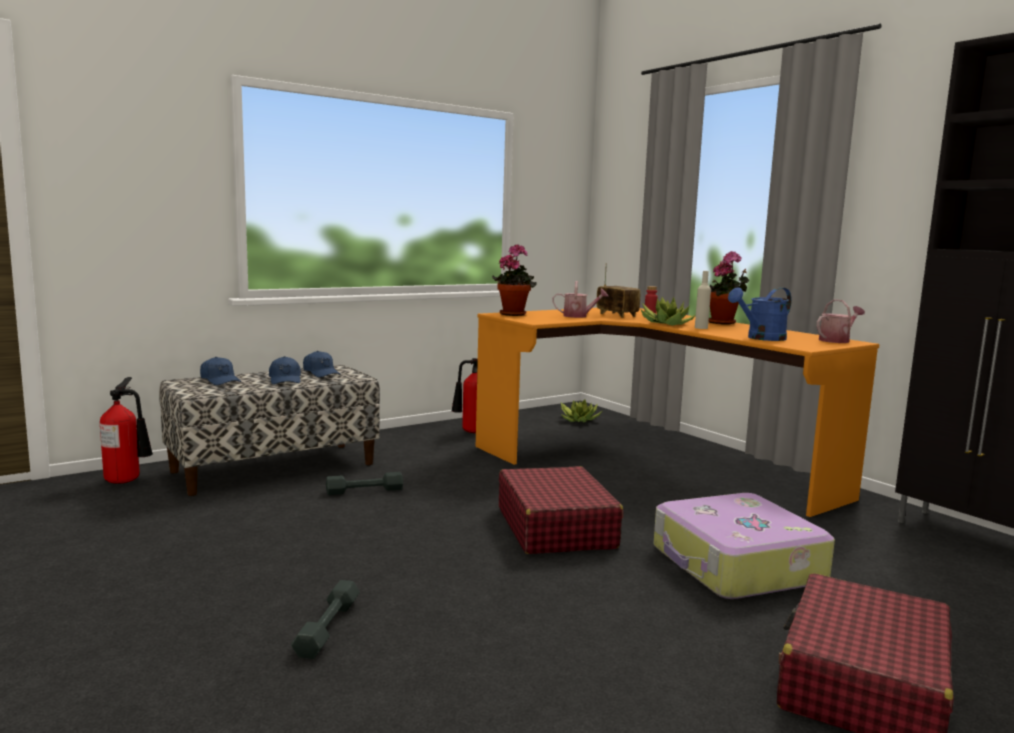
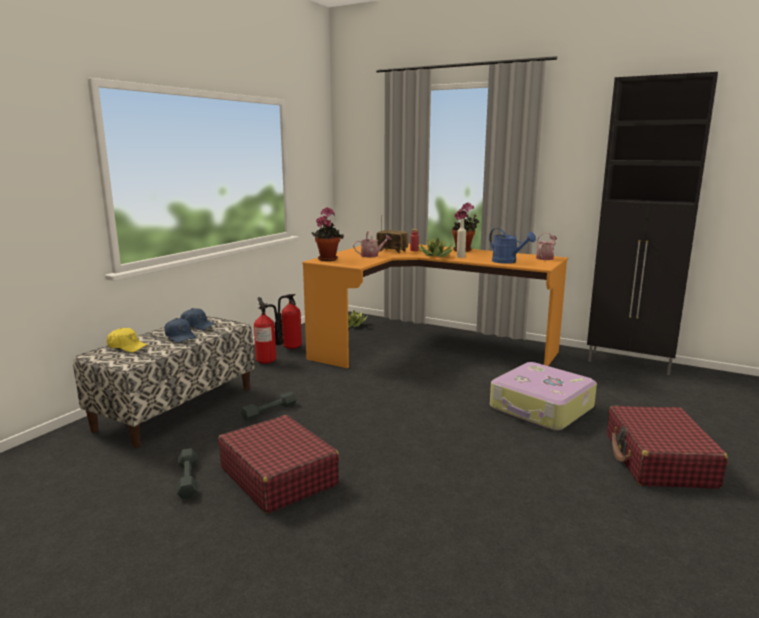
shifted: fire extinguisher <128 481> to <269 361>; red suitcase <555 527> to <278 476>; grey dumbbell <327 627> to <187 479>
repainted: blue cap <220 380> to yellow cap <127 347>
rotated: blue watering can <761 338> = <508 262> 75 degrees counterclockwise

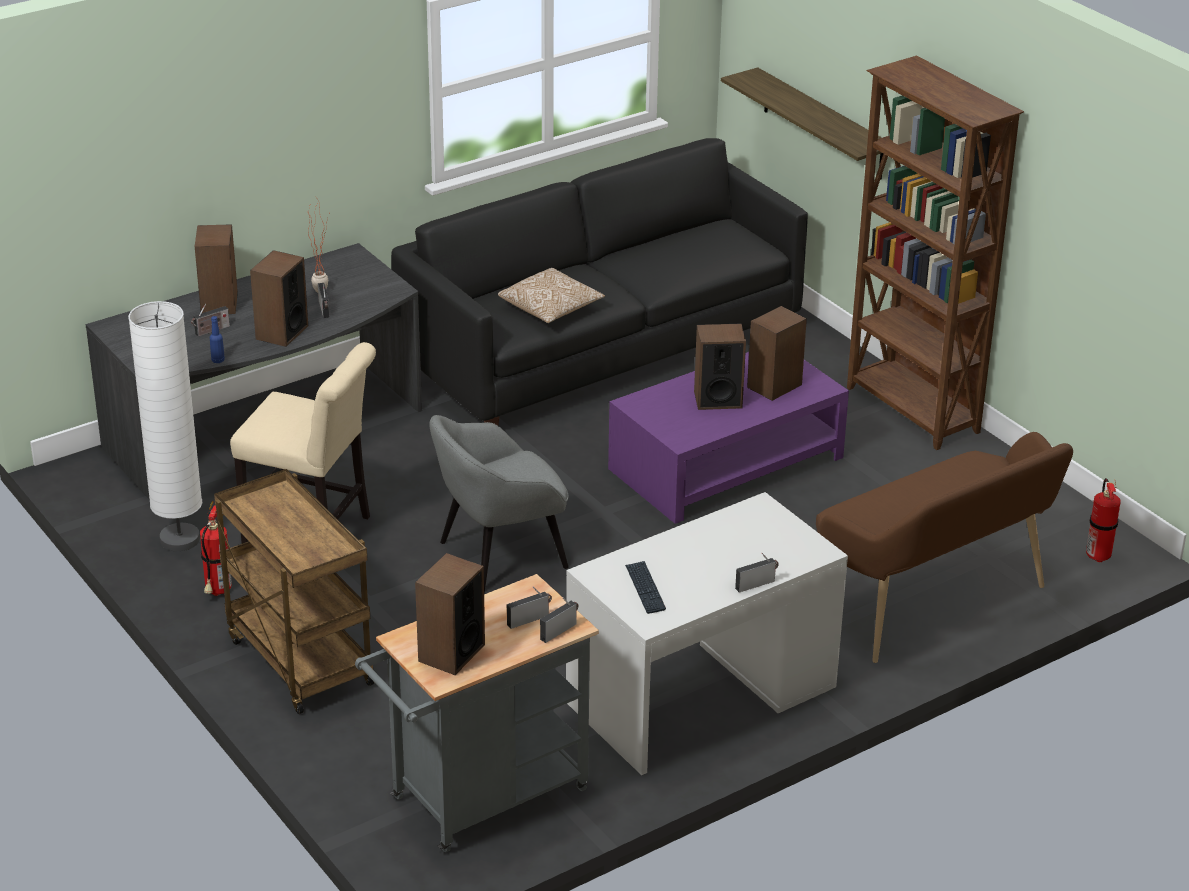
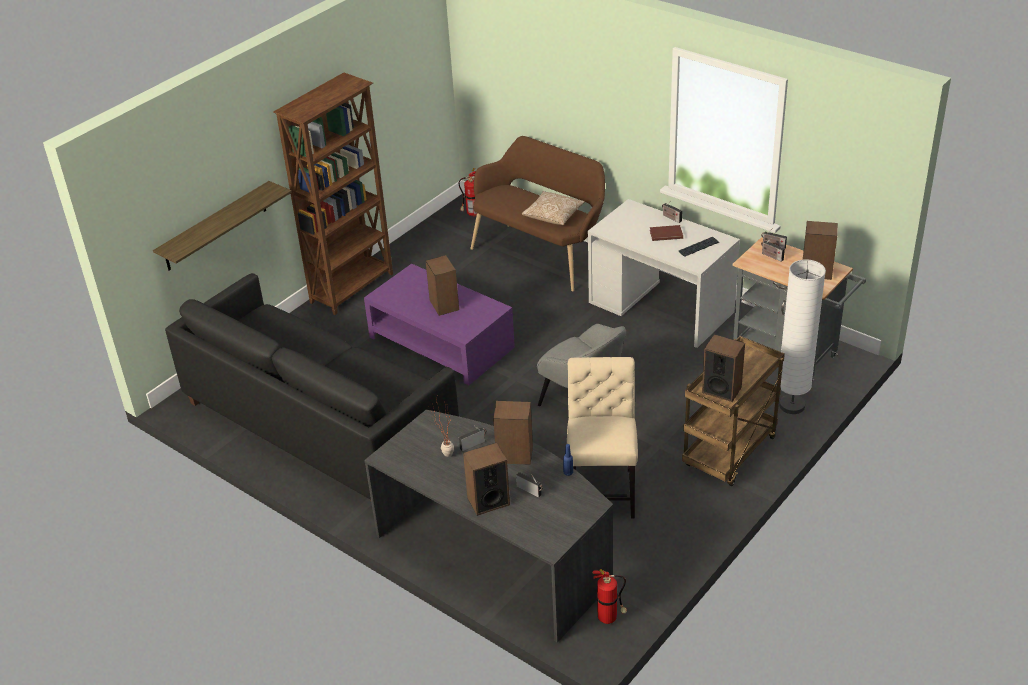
new: brown book <665 234>
shifted: pillow <550 309> to <553 216>; white floor lamp <180 540> to <792 406>; speaker <774 386> to <721 389>; fire extinguisher <217 592> to <609 618>

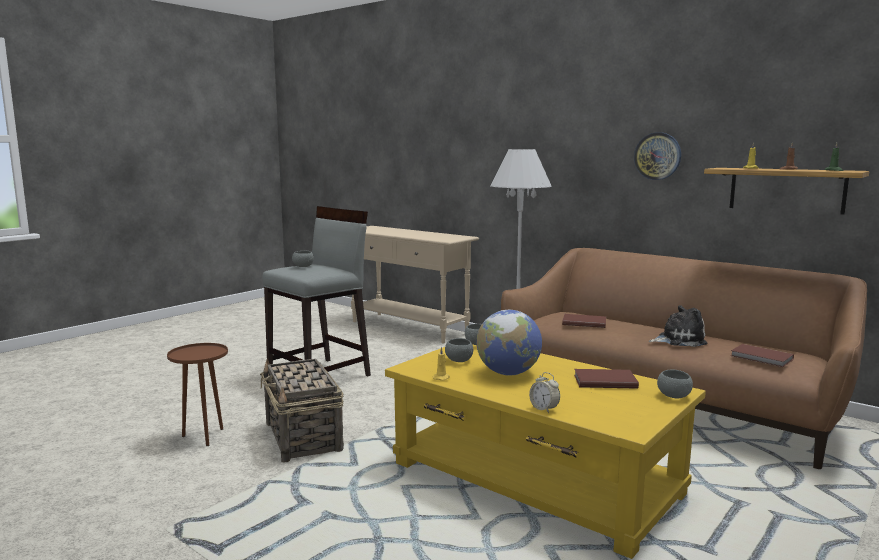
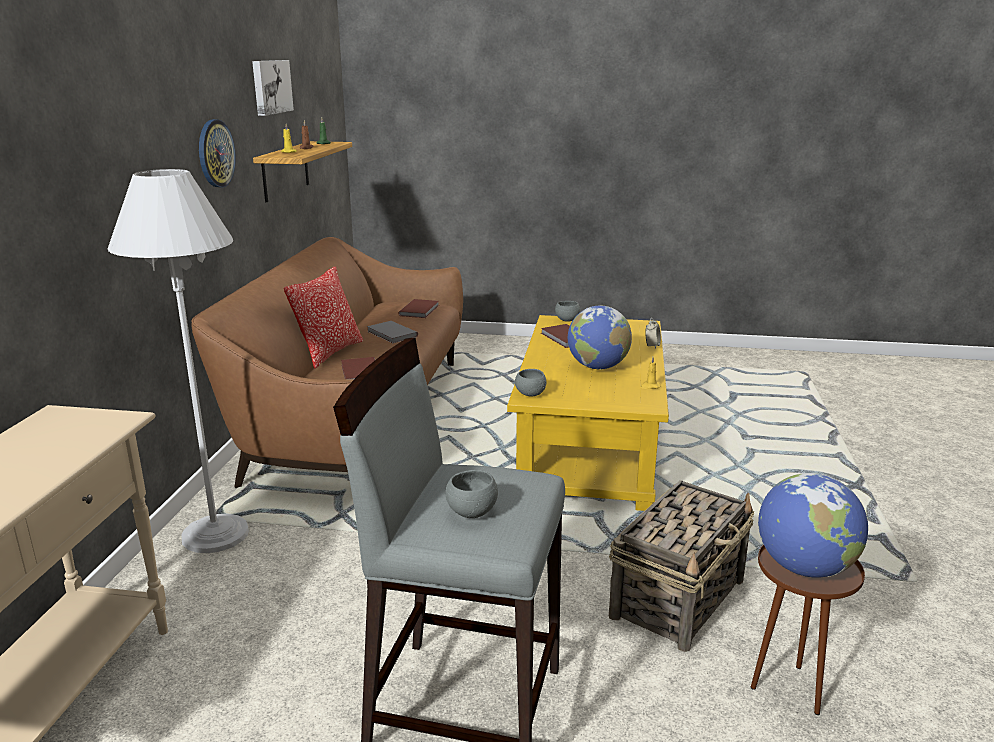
gone: grey bowl <459 361>
new: picture <270 87>; pillow <329 352>; globe <804 568>
swapped: plush toy <679 340> to grey book <391 334>

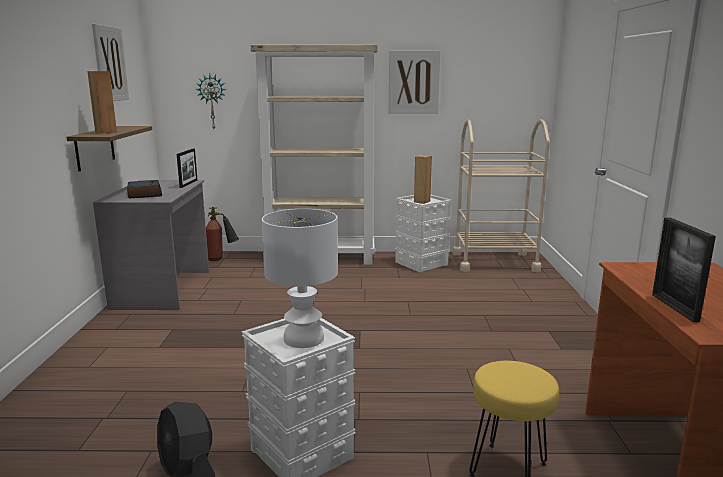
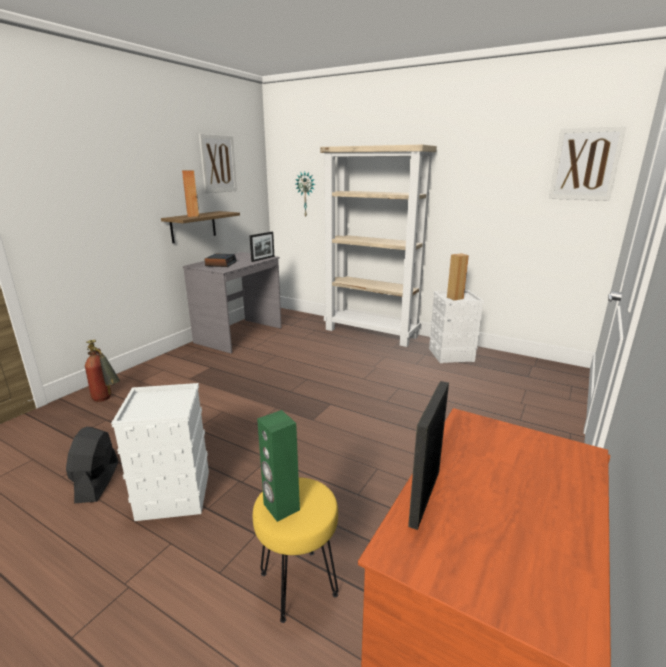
gone: beige cart <494 262>; white table lamp <303 338>
new: green speaker <281 507>
shifted: picture <413 82> to <585 164>; fire extinguisher <221 259> to <107 400>

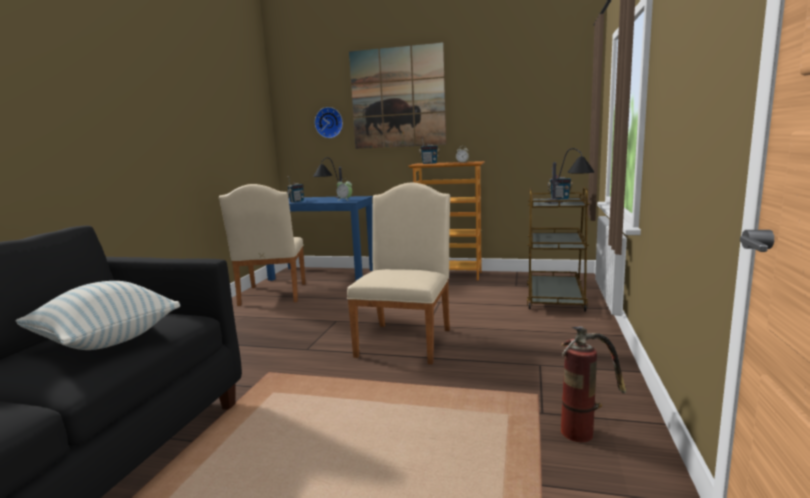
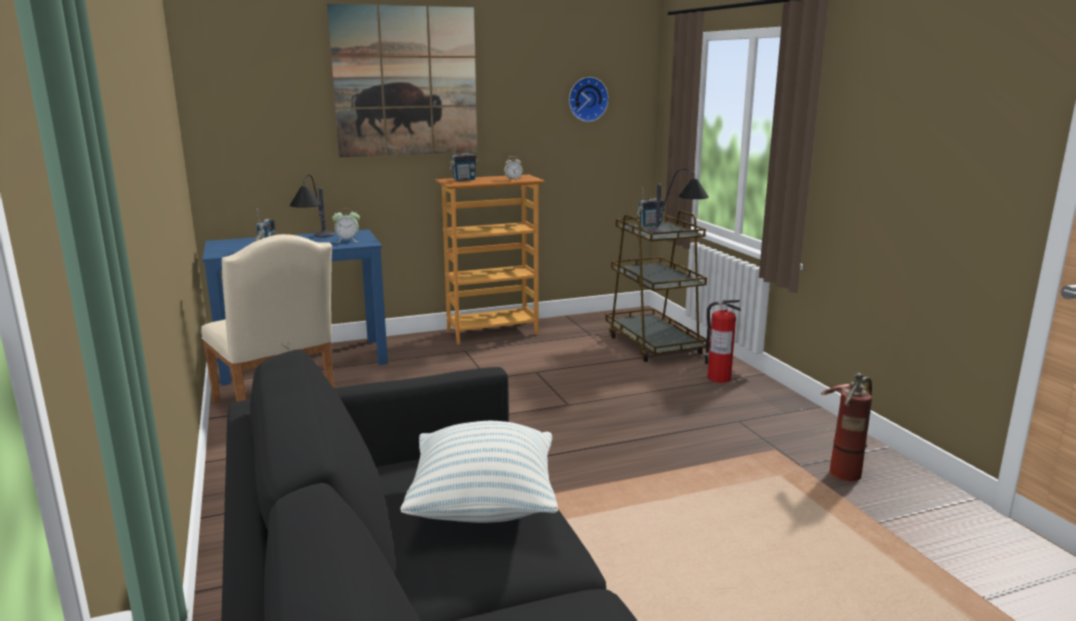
gone: beige chair <406 339>
new: fire extinguisher <718 378>
shifted: wall clock <329 122> to <587 99>

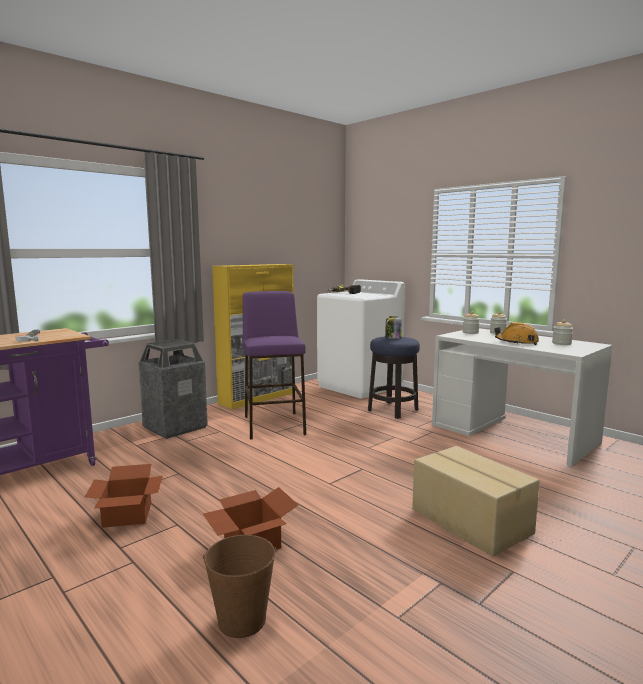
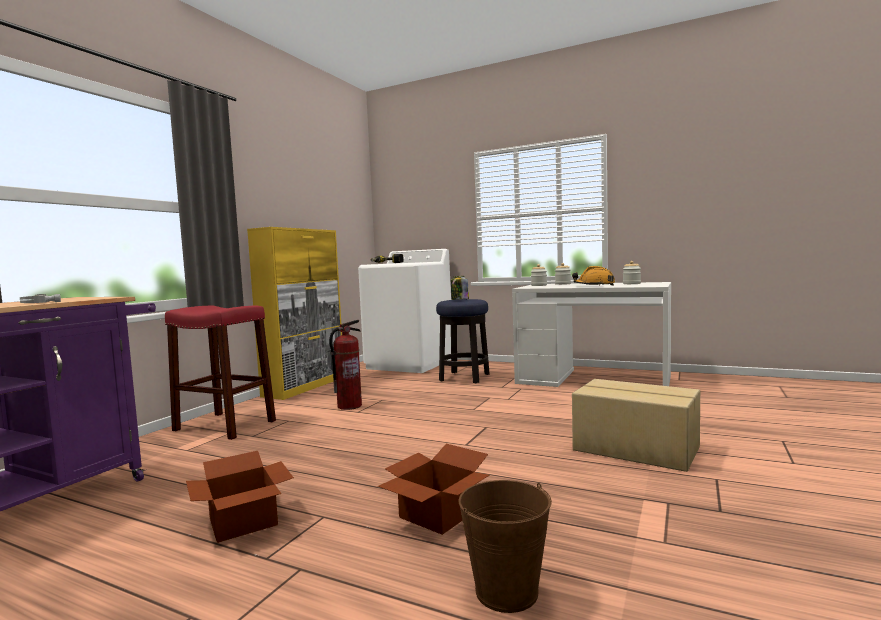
swapped: purple stool <274 425> to fire extinguisher <349 406>; trash can <174 427> to red stool <224 425>

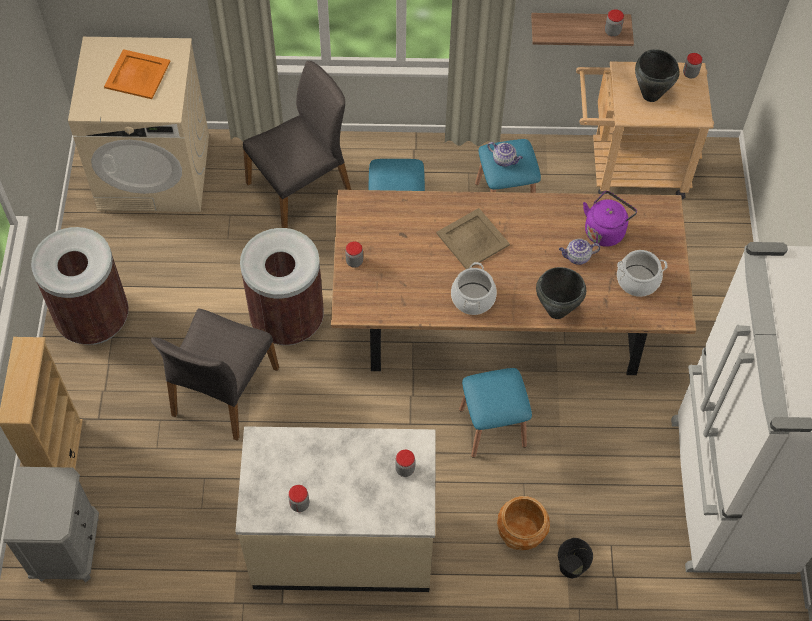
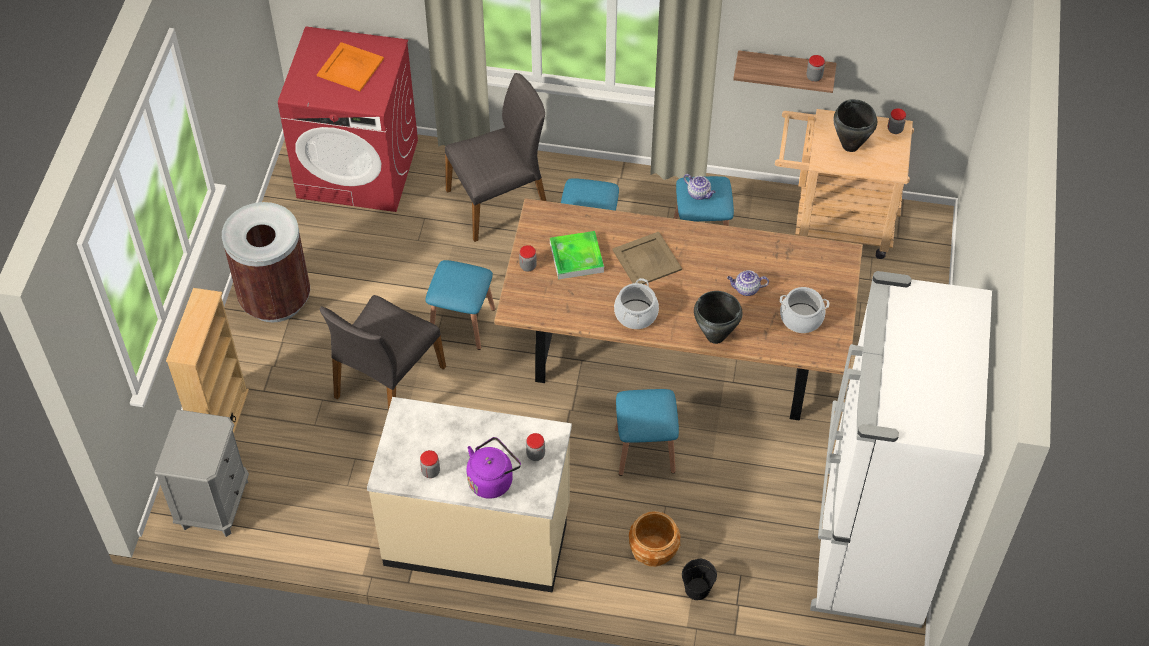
new: tray <576 257>
shifted: purple kettle <605 230> to <492 480>
swapped: brown trash can <287 319> to blue stool <462 323>
repainted: beige washing machine <155 172> to red washing machine <359 169>

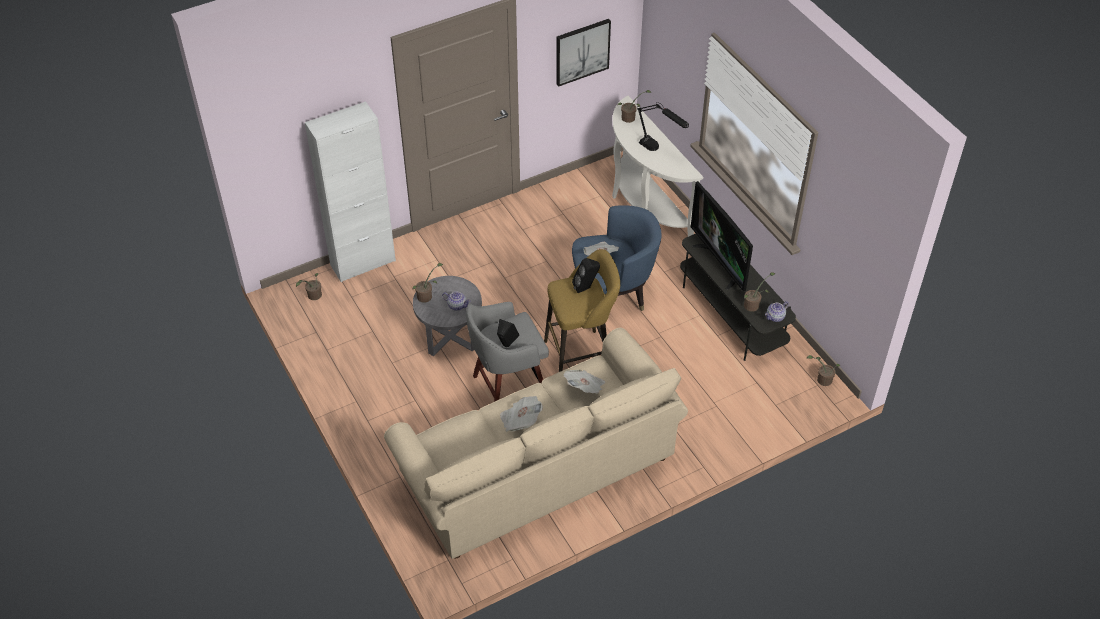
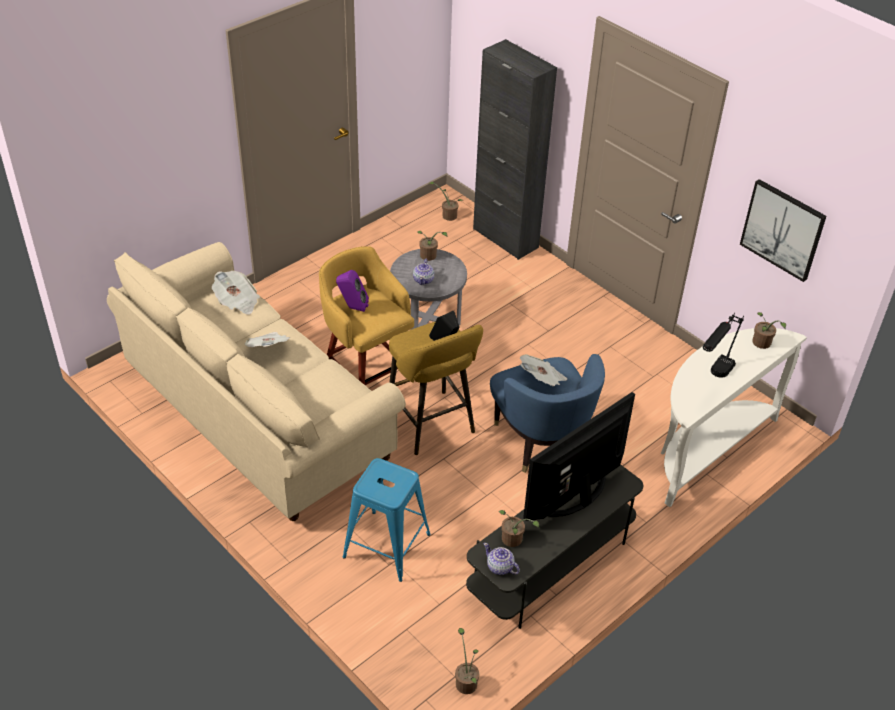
new: blue stool <387 545>
shifted: newspaper <585 388> to <237 302>
repainted: white cabinet <363 263> to black cabinet <505 238>; grey stool <507 388> to yellow stool <367 372>; black speaker <506 345> to purple speaker <352 308>

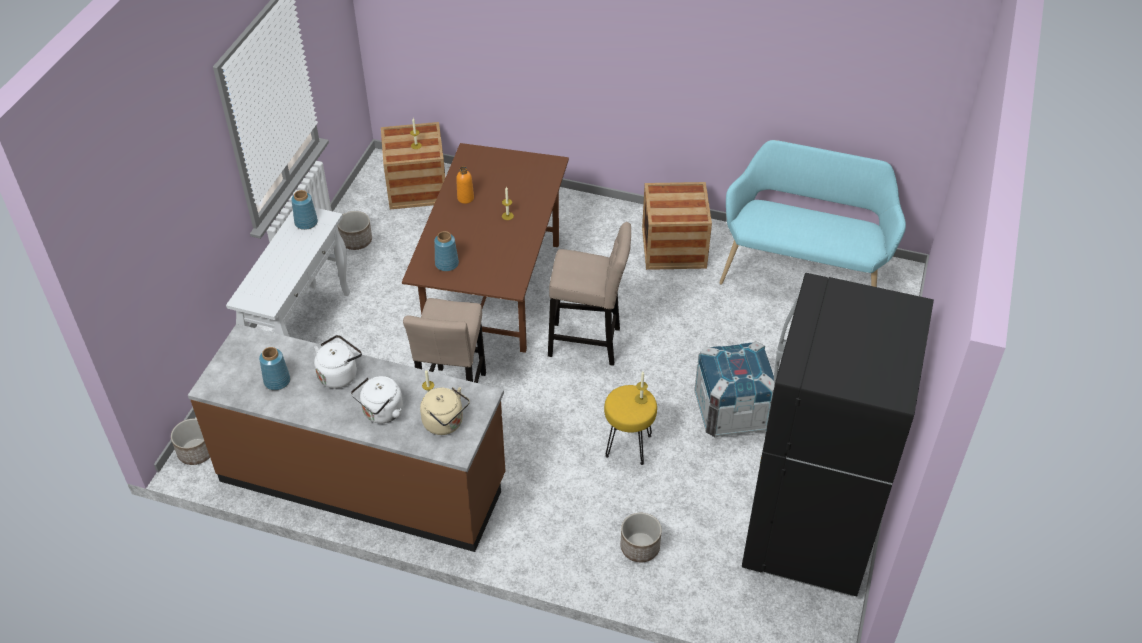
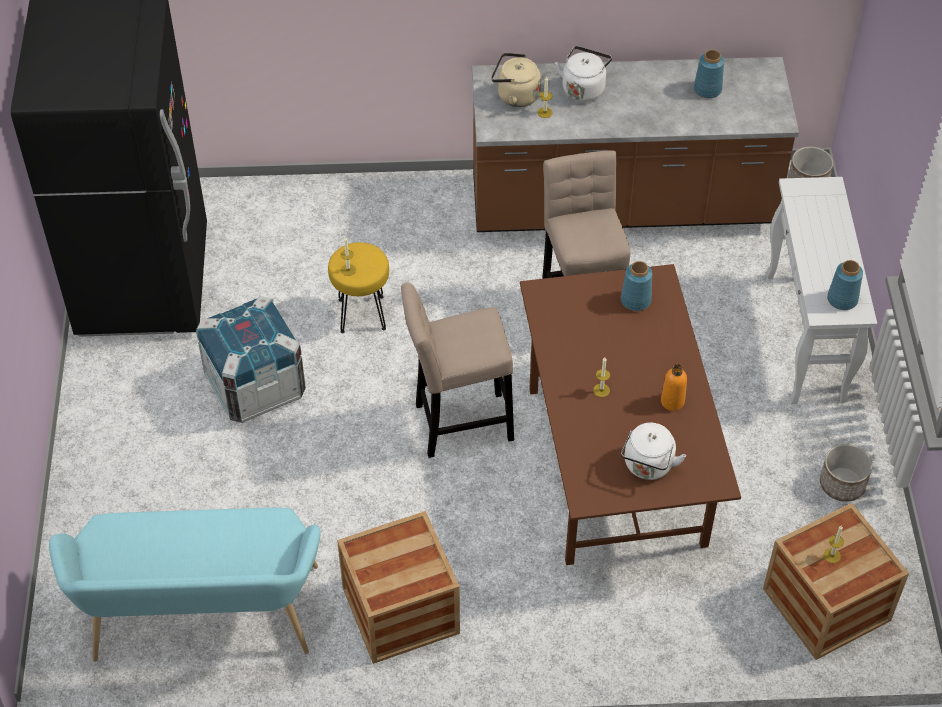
gone: planter <639 547>
shifted: white kettle <339 374> to <648 466>

